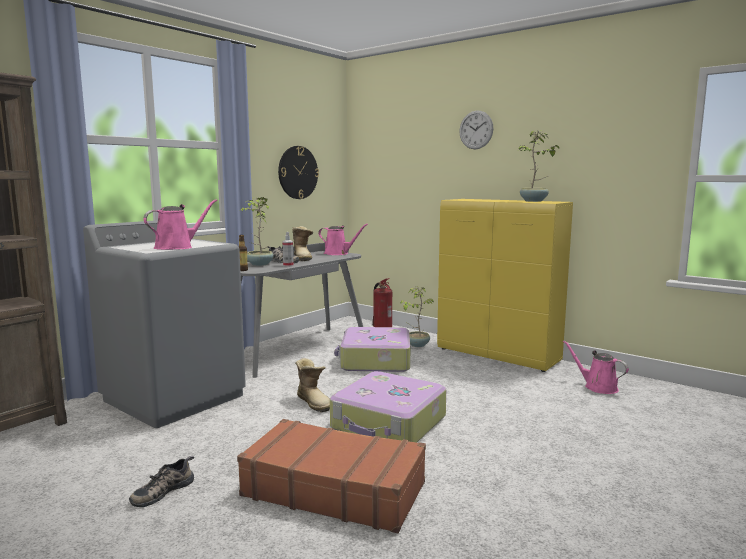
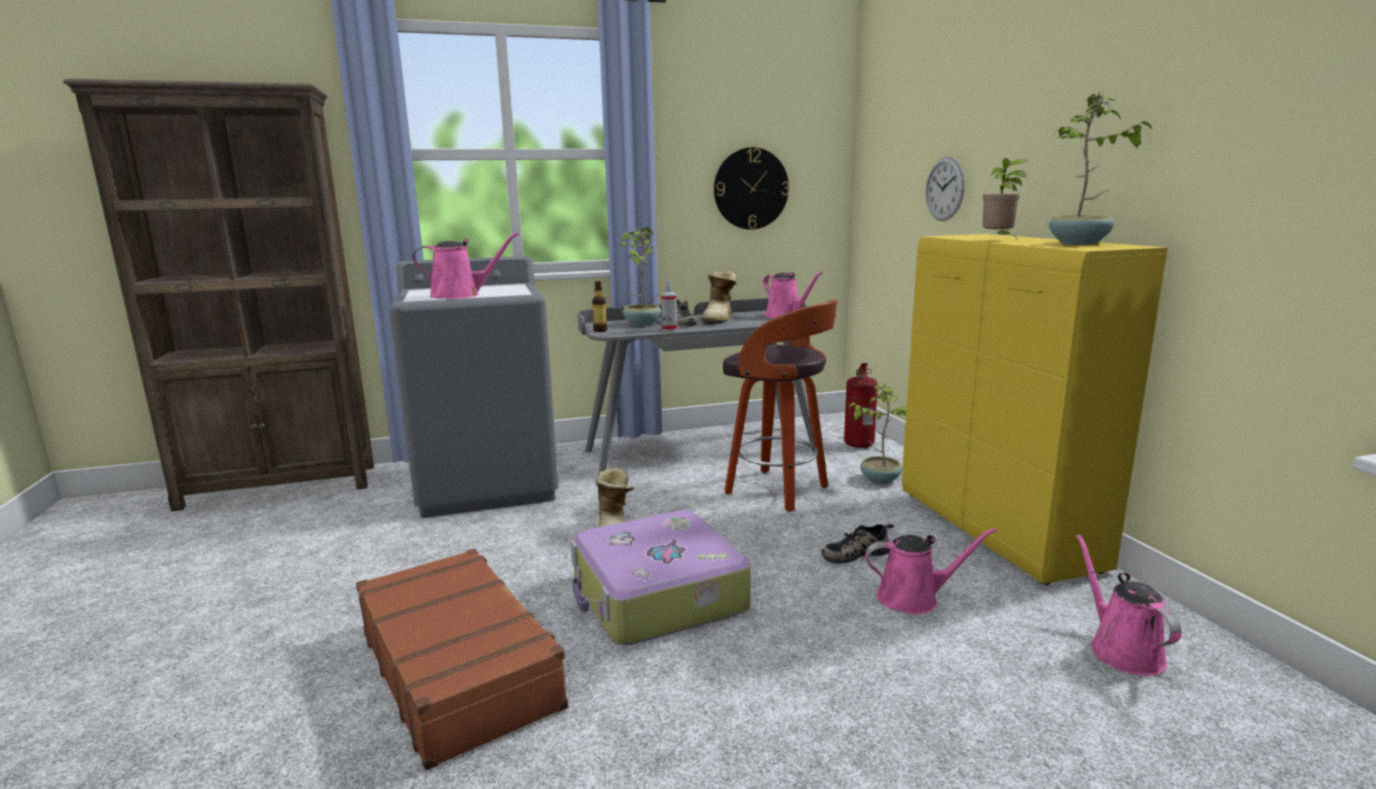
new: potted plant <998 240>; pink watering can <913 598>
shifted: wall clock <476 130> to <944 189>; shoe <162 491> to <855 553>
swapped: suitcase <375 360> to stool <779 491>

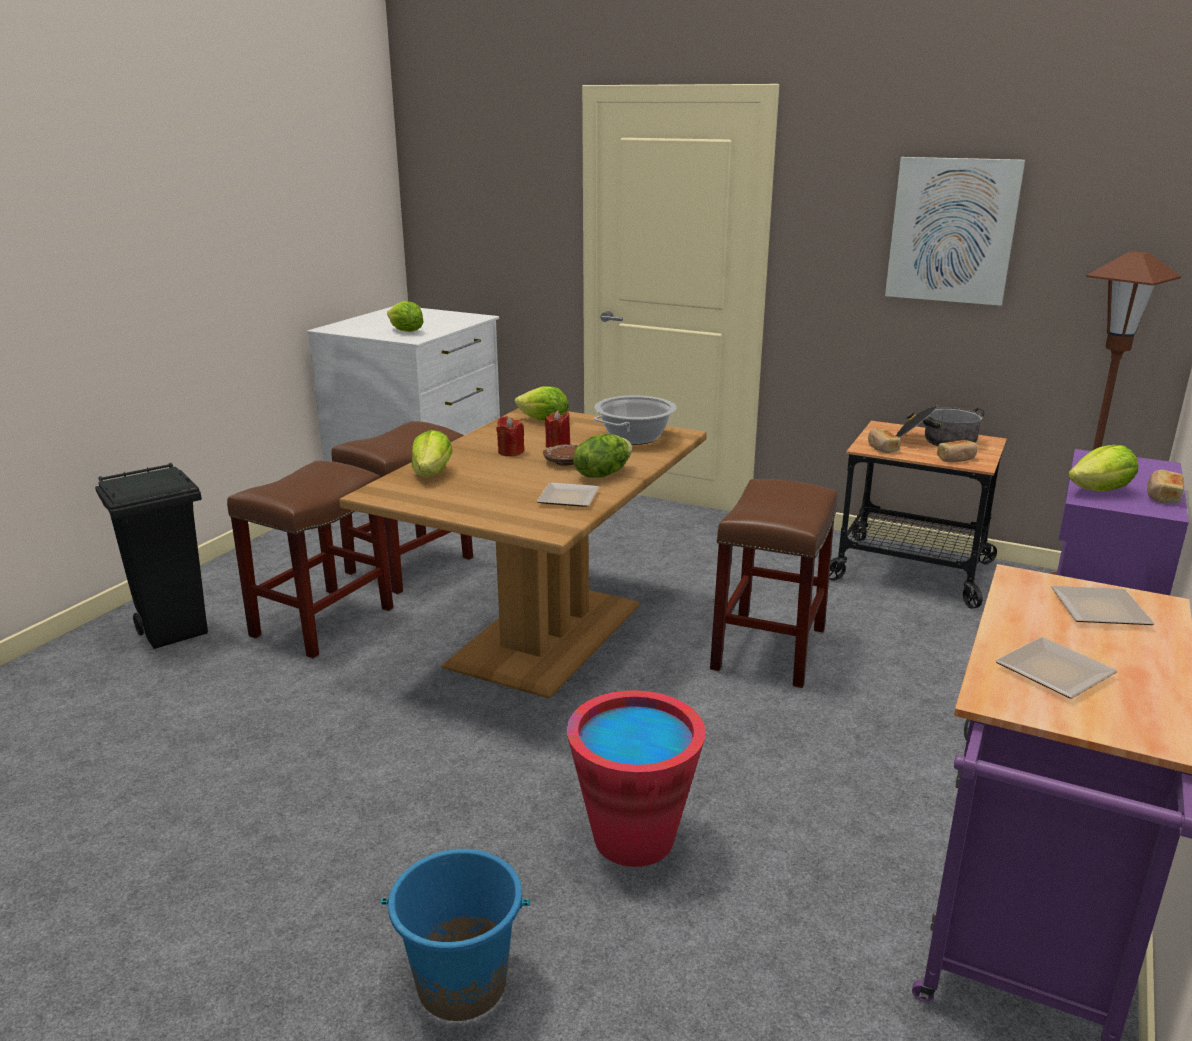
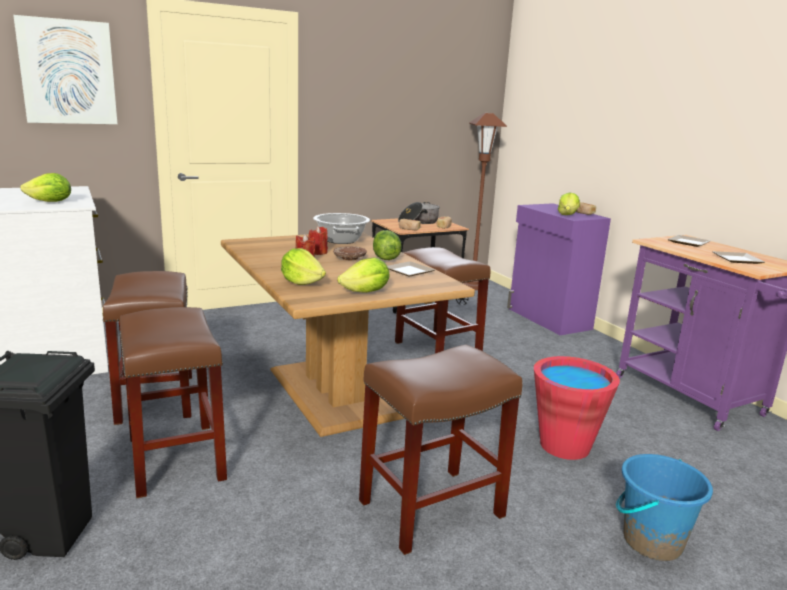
new: brown stool <430 509>
shifted: picture <952 230> to <68 72>; lettuce <544 421> to <366 292>

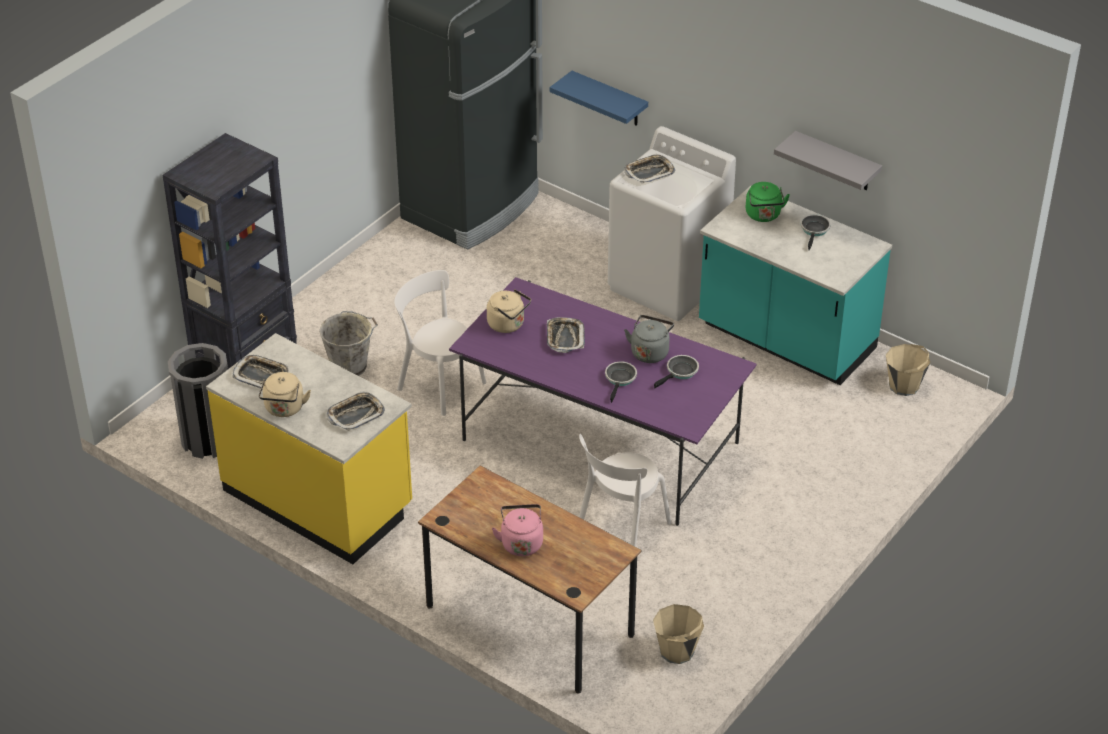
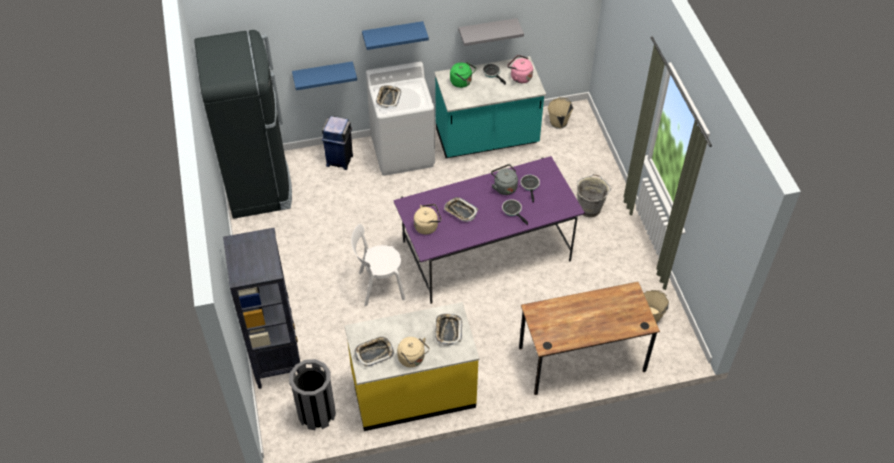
gone: white chair <621 529>
new: blue shelf <393 34>; blue trash can <340 160>
shifted: grey bucket <350 366> to <589 208>; pink kettle <521 542> to <519 77>

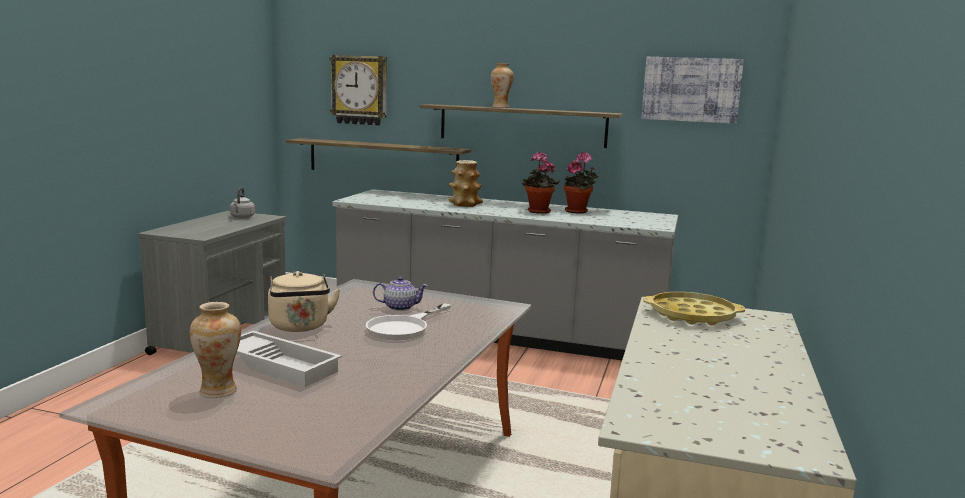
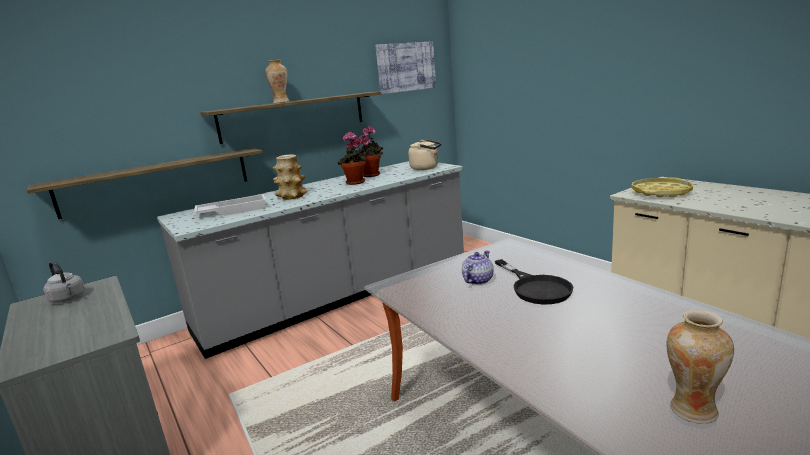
gone: wall clock <360 90>
shifted: beige kettle <300 327> to <426 168>; white tray <280 365> to <233 211>
repainted: white frying pan <404 327> to black frying pan <536 287>

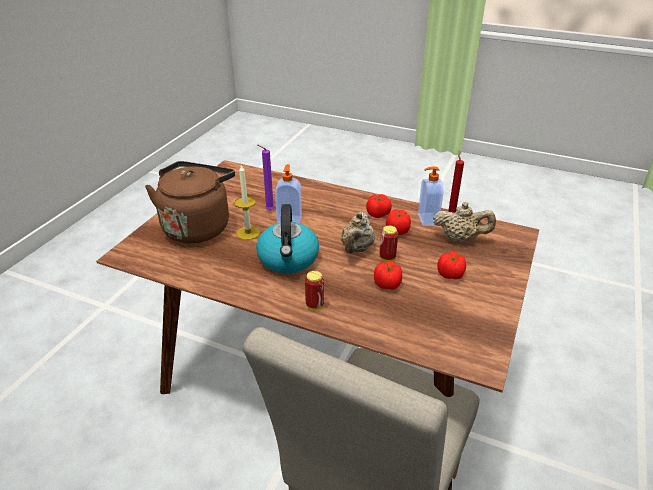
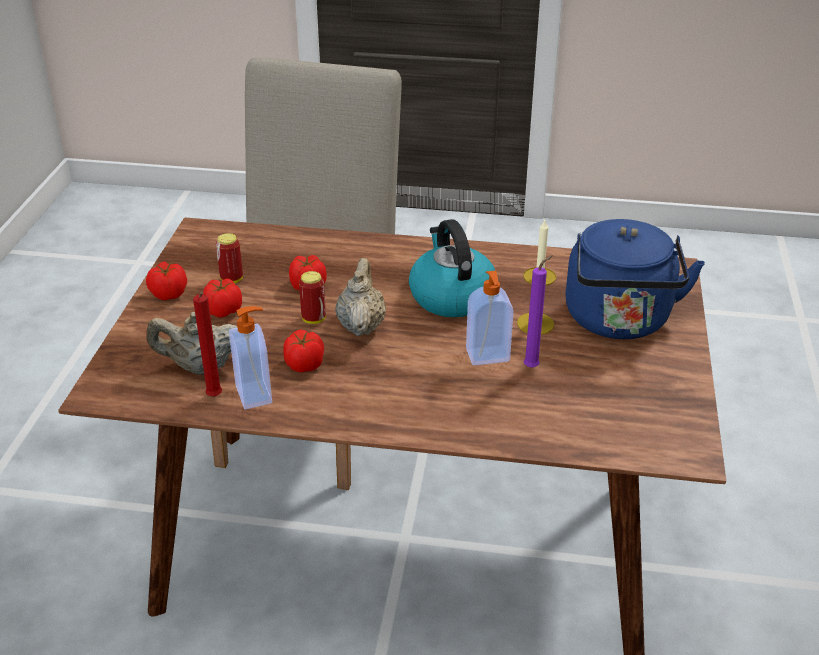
shifted: tomato <378 214> to <168 294>; can <314 305> to <231 279>
repainted: brown kettle <198 226> to blue kettle <619 322>

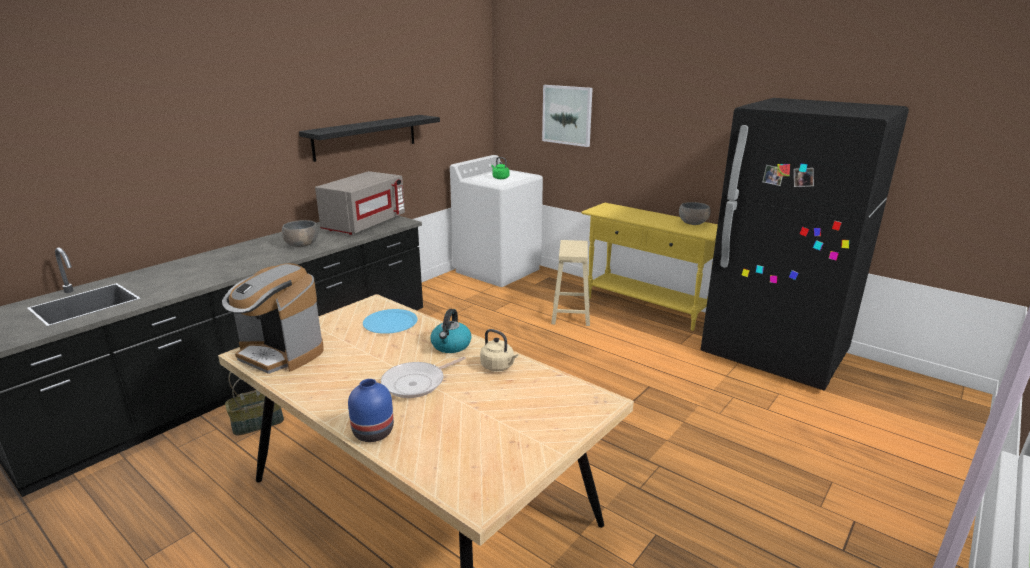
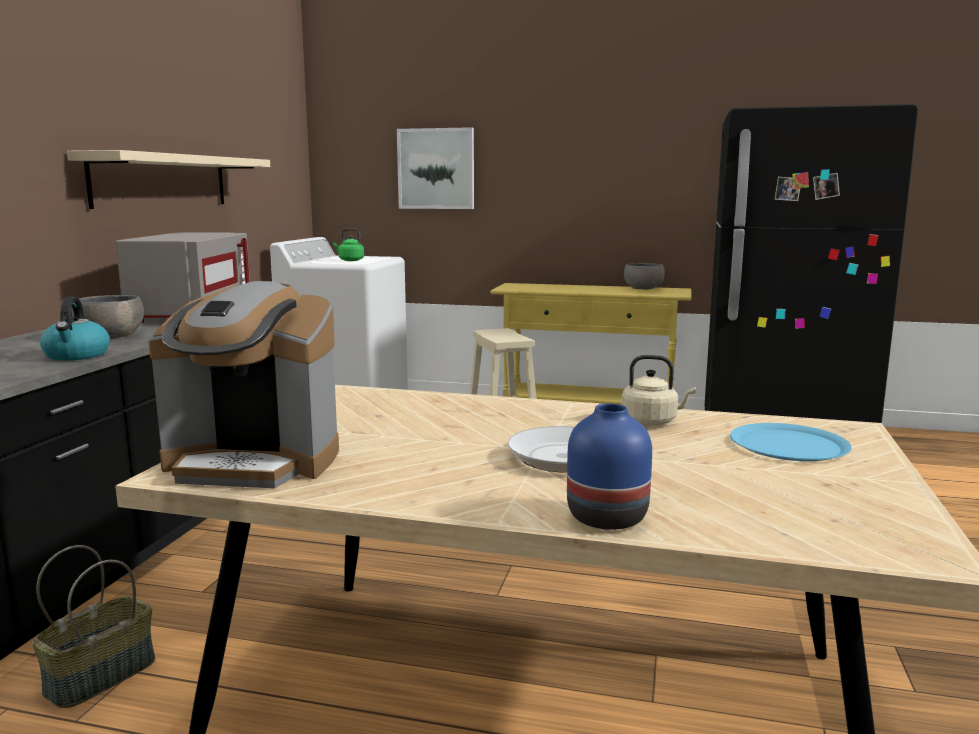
shifted: blue plate <390 322> to <788 444>; kettle <451 346> to <77 355>
repainted: black shelf <365 137> to beige shelf <162 181>

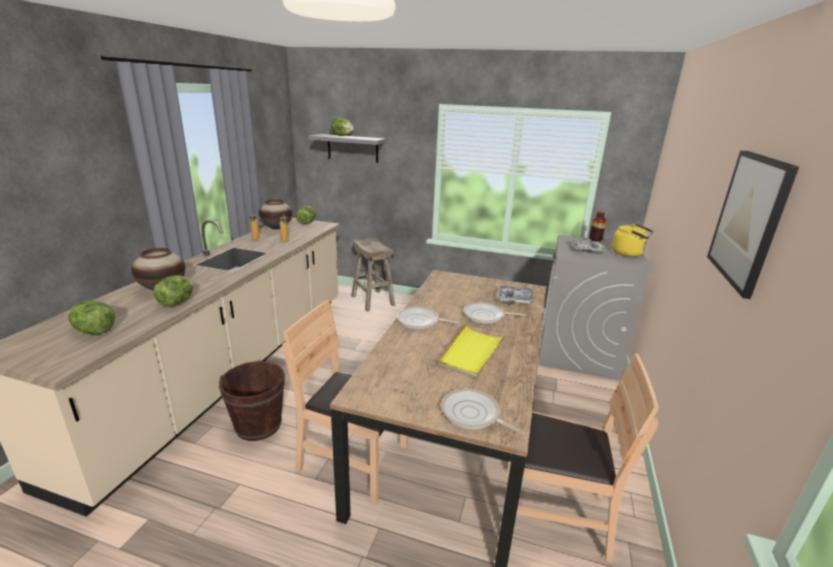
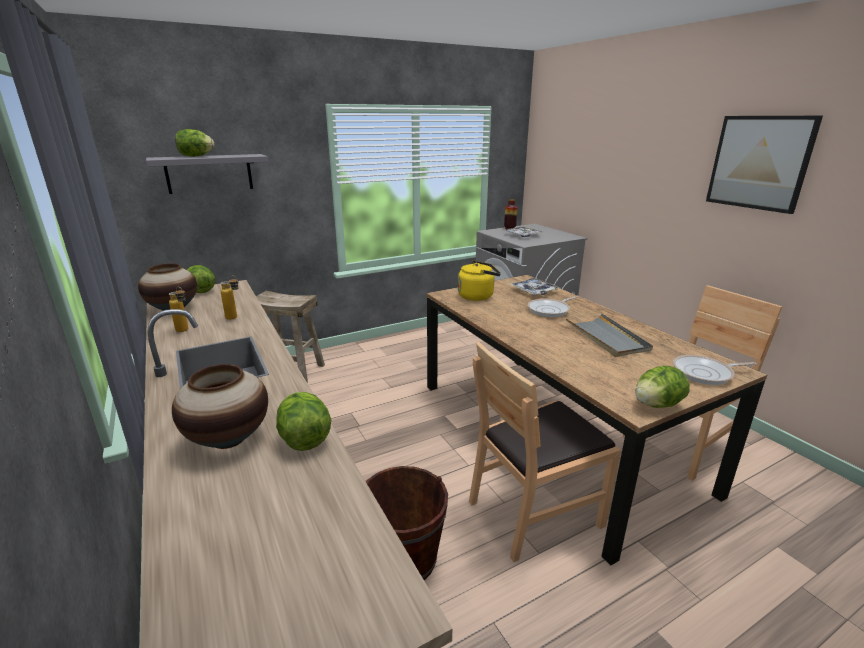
gone: frying pan <420 321>
shifted: yellow kettle <629 253> to <478 296>; lettuce <94 331> to <657 404>
repainted: yellow tray <472 352> to grey tray <607 337>

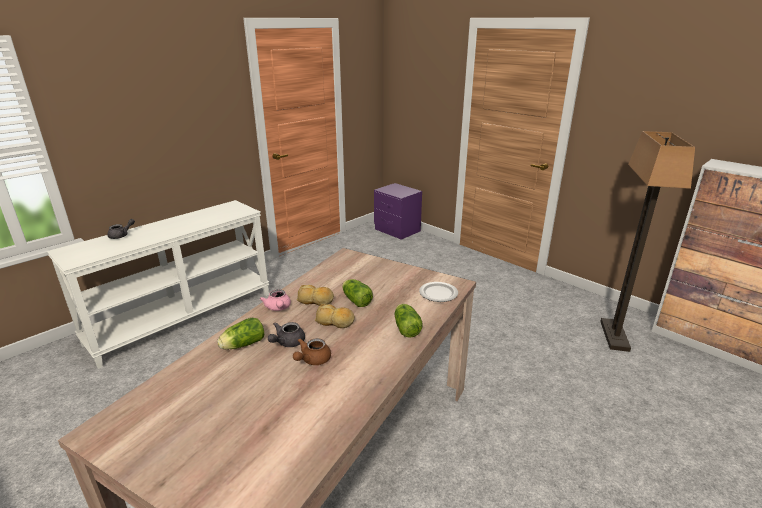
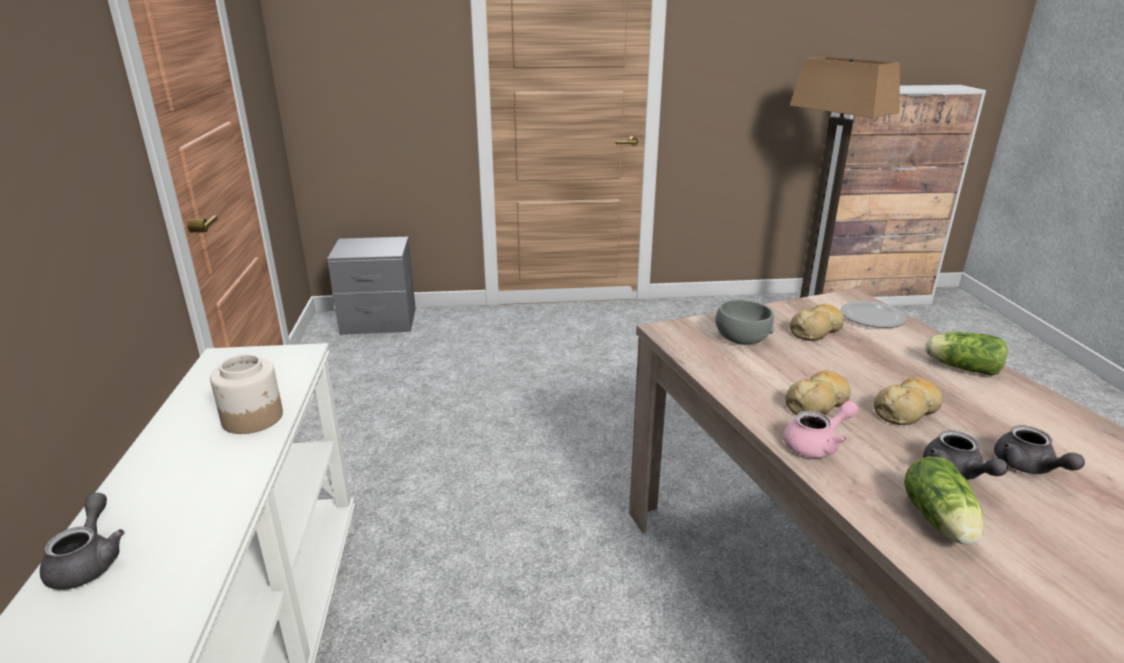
gone: lettuce <355 300>
new: grey bowl <742 338>; bread <816 331>; jar <253 418>
repainted: purple nightstand <397 230> to grey nightstand <379 322>; brown teapot <312 360> to grey teapot <1028 467>
rotated: pink teapot <278 308> = <817 445> 45 degrees counterclockwise

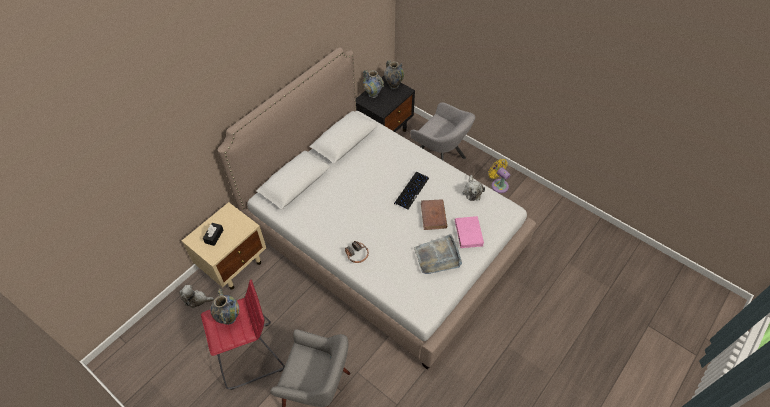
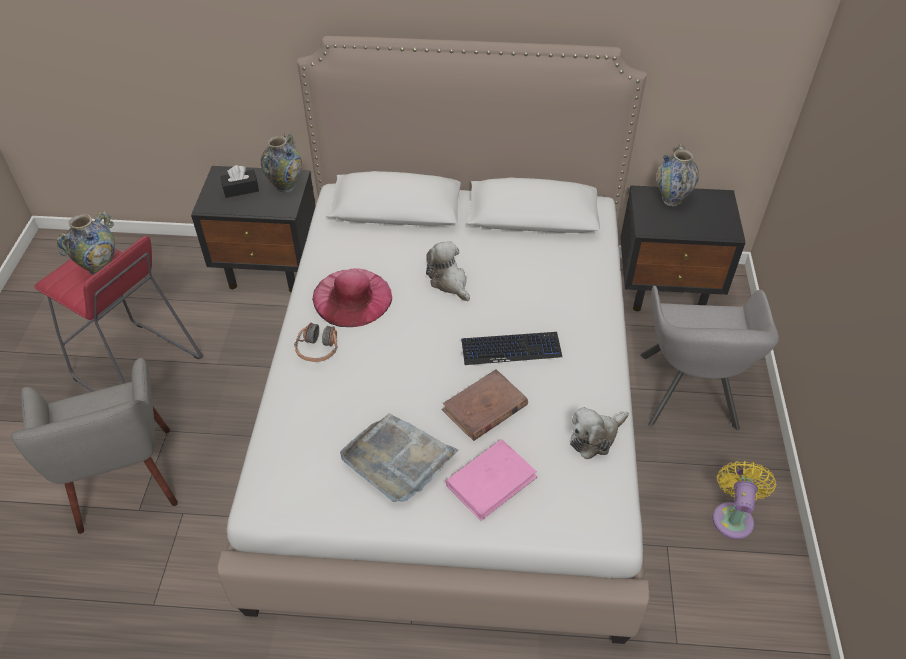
new: pink hat <352 297>
shifted: vase <393 85> to <285 186>; plush toy <197 299> to <449 282>
repainted: beige nightstand <234 265> to black nightstand <270 268>

